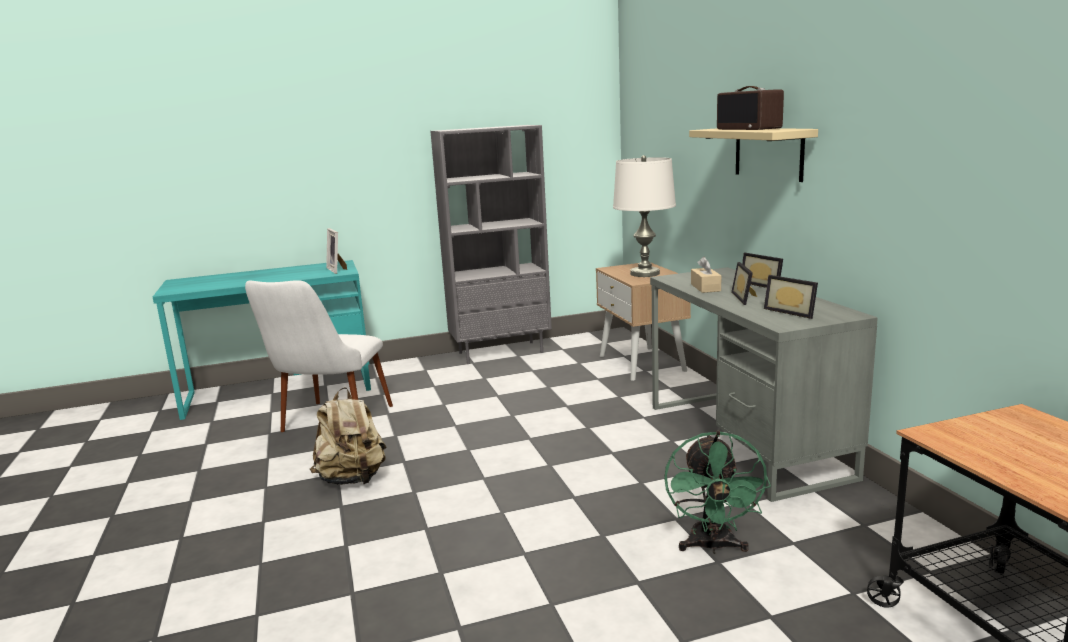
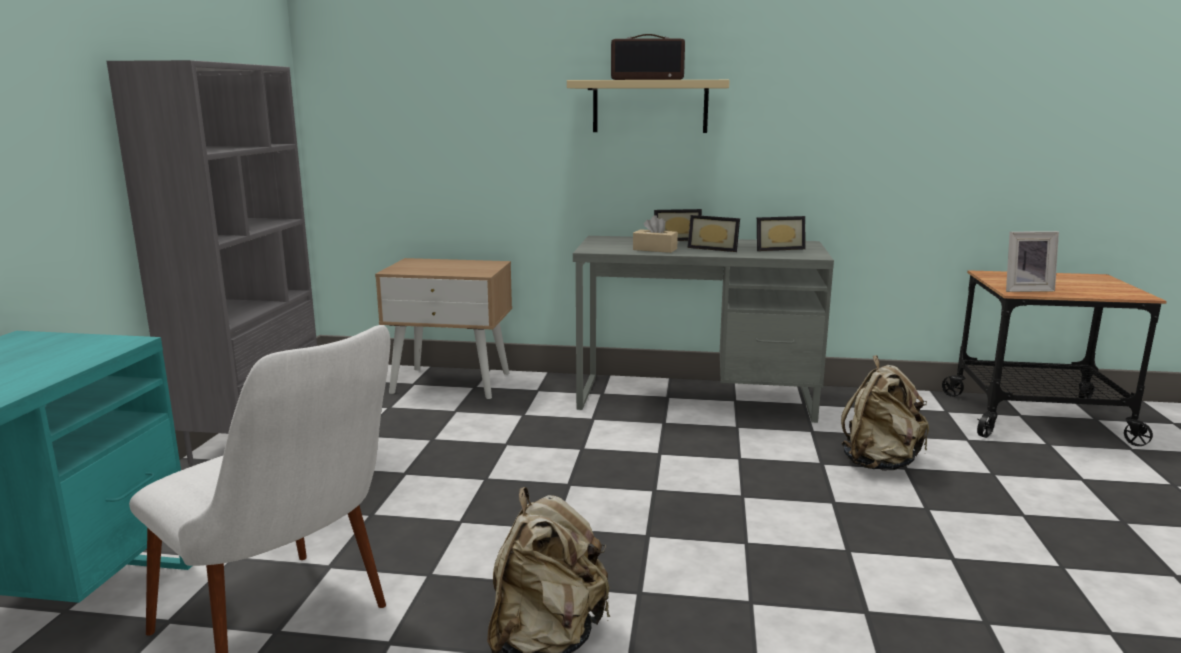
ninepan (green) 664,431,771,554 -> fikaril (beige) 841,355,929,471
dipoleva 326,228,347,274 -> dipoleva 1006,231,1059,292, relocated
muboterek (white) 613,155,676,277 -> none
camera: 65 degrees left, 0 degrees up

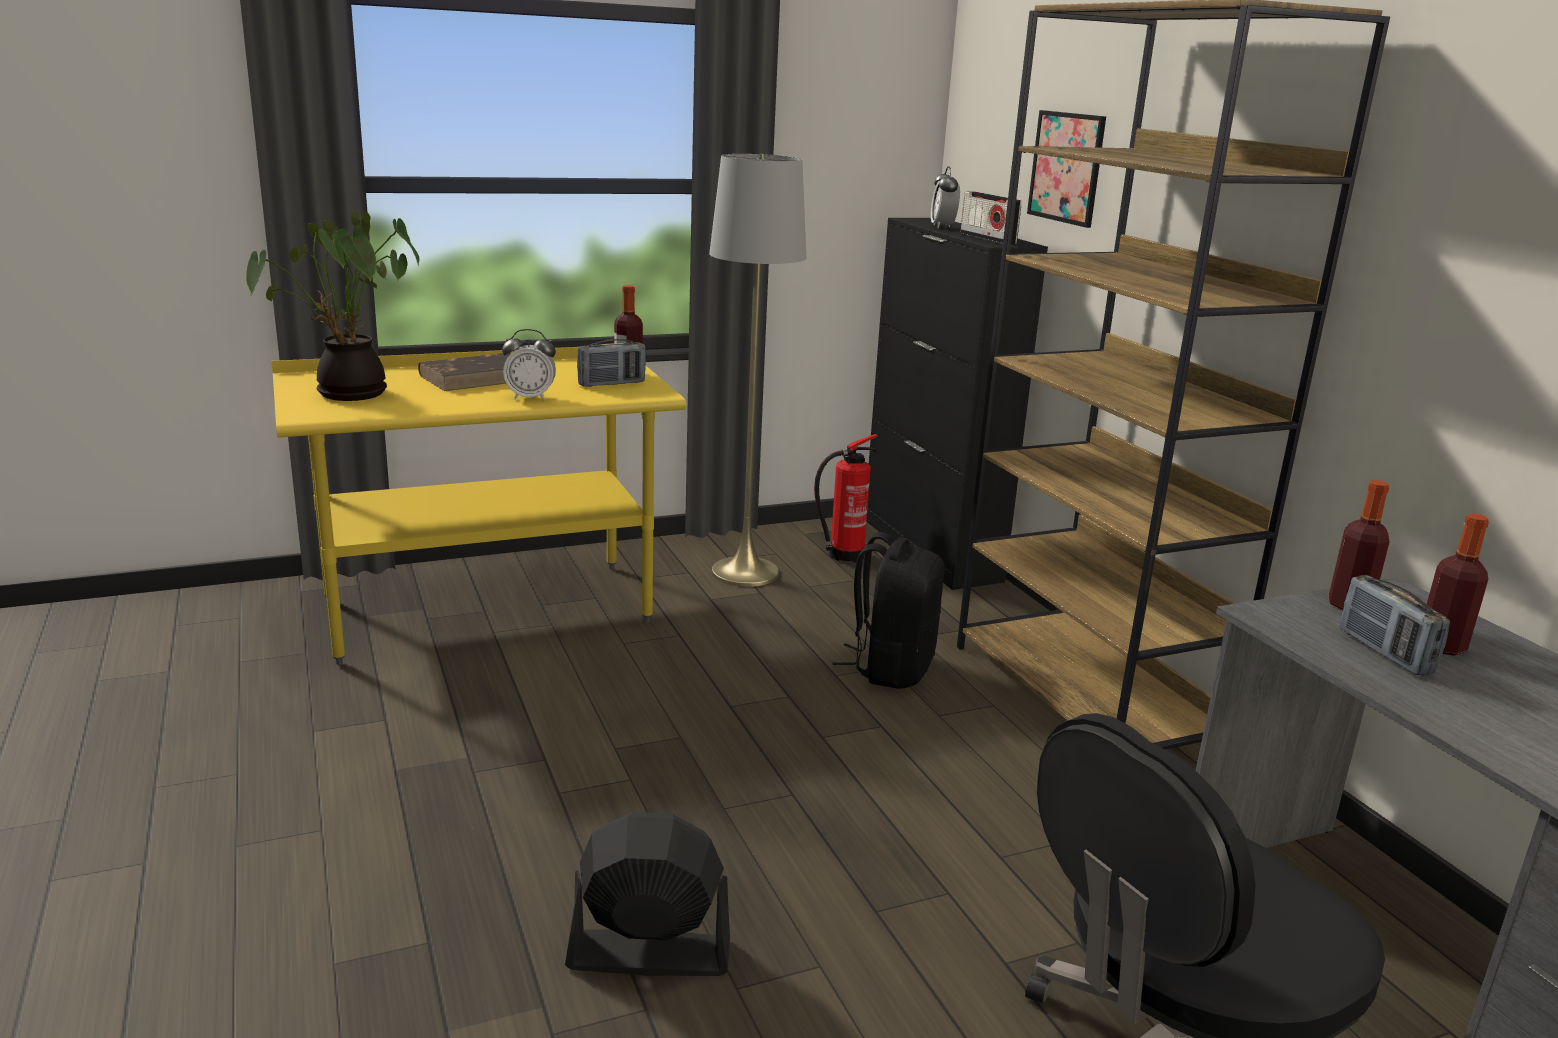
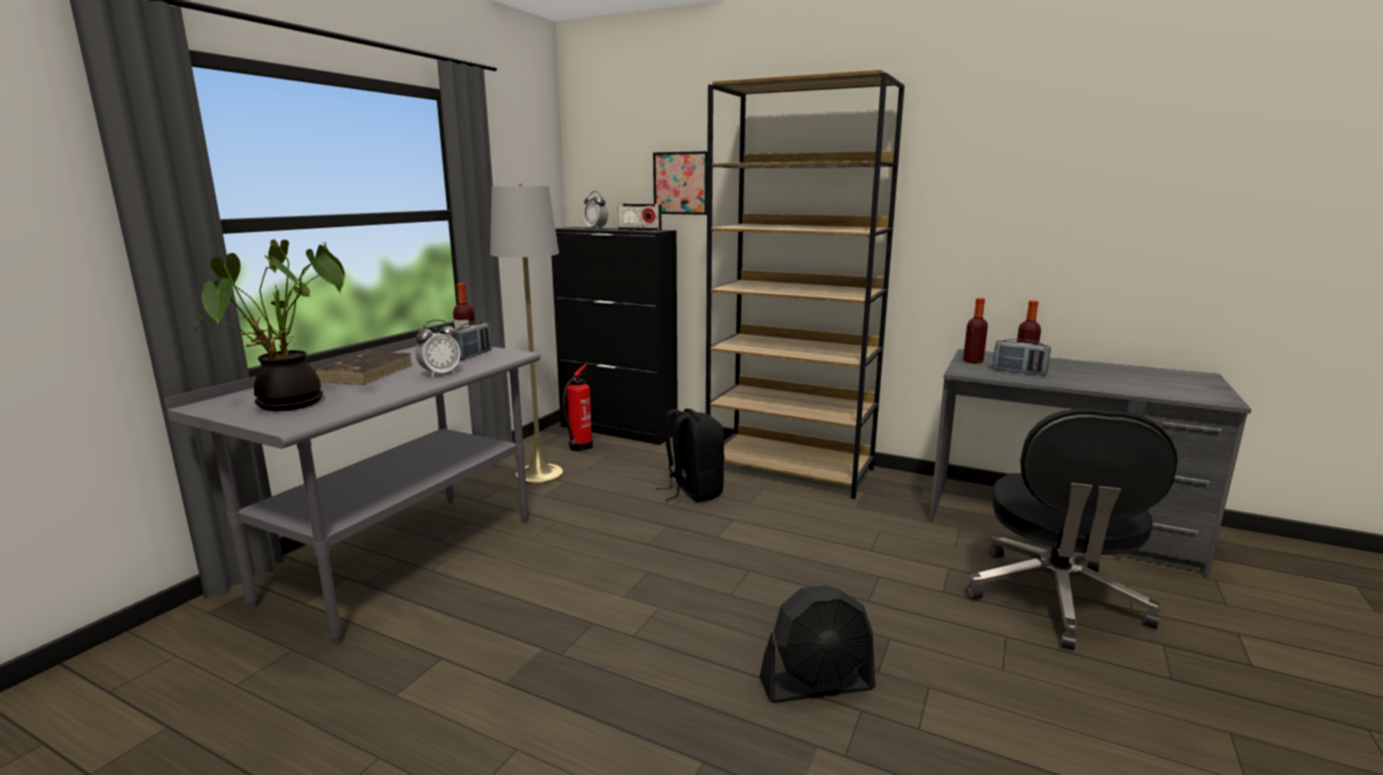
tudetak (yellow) 271,347,686,665 -> tudetak (grey) 164,332,540,644
ninepan (black) 565,812,730,976 -> ninepan (black) 759,585,876,703, 150 degrees counterclockwise
camera: 40 degrees left, 5 degrees down

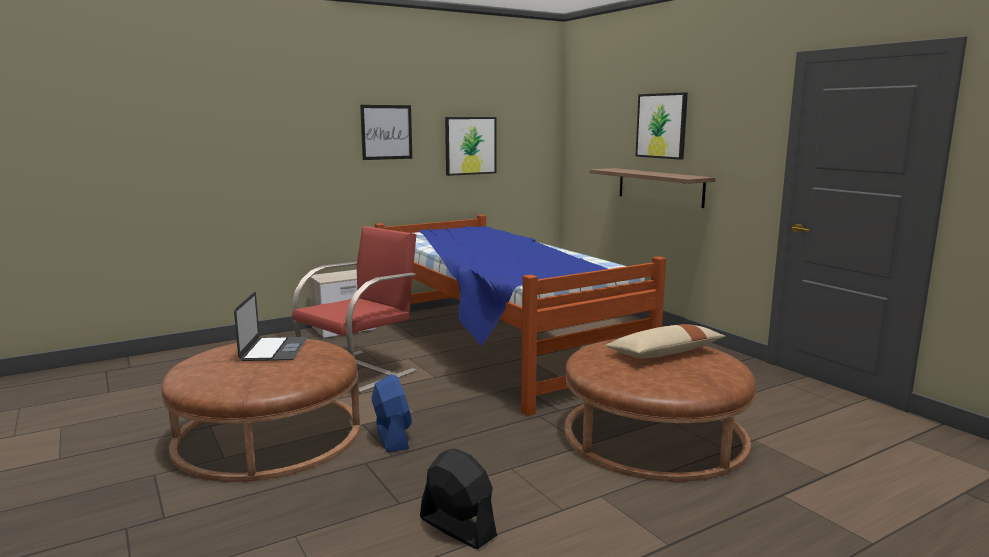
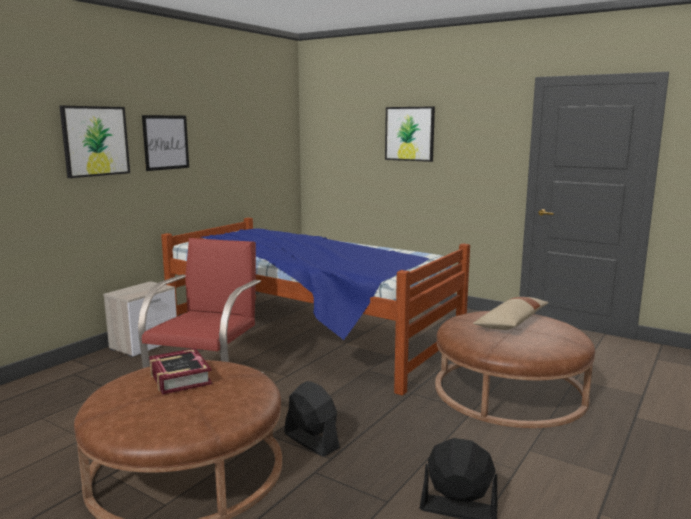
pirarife 445,117,497,176 -> pirarife 60,106,130,178, relocated
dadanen 234,292,308,361 -> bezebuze 149,348,212,395
ninepan (blue) 371,374,412,452 -> ninepan (black) 284,381,340,457
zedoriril 590,168,716,208 -> none
camera: 25 degrees left, 0 degrees up

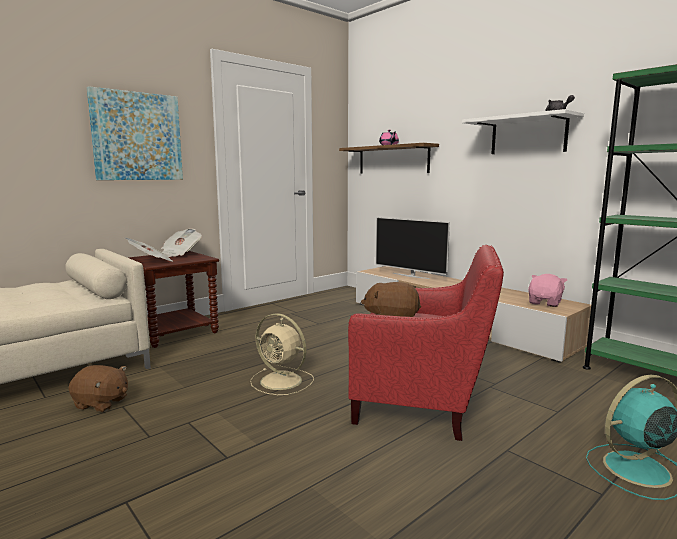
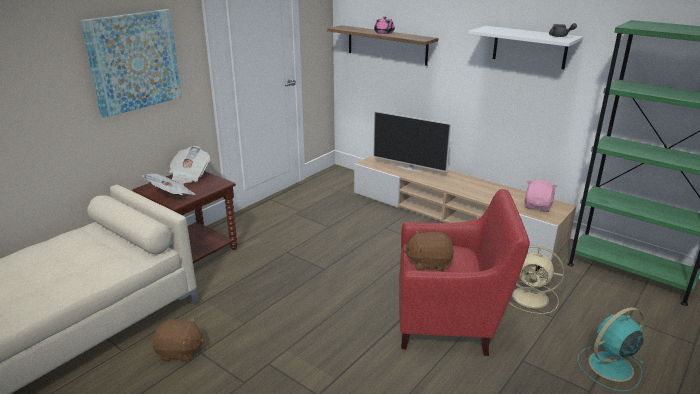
ninepan (beige) 250,313,314,395 -> ninepan (beige) 509,246,564,314, relocated
camera: 10 degrees left, 15 degrees up

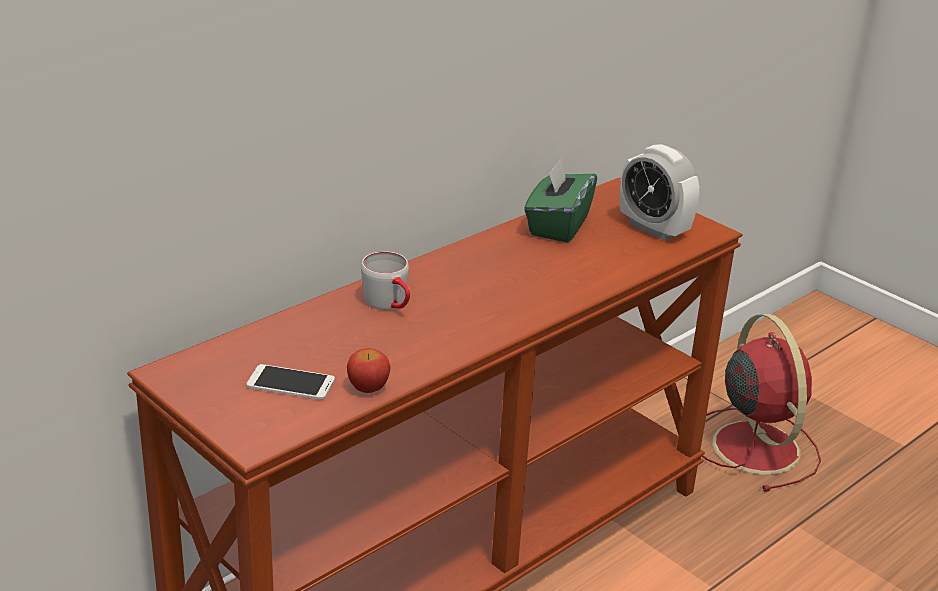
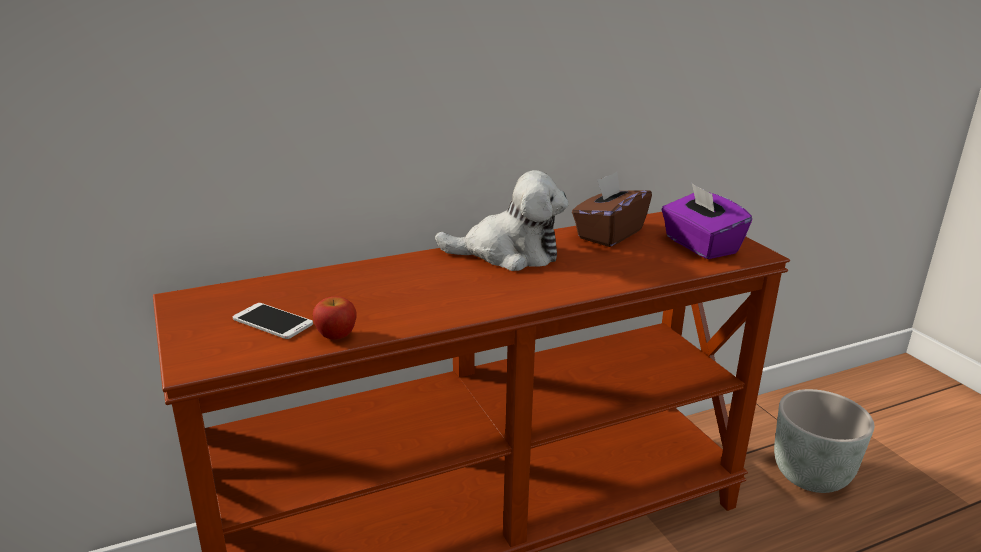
none -> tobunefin 435,170,569,271
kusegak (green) 524,158,597,243 -> kusegak (brown) 572,172,652,247
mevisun 620,144,699,241 -> kusegak (purple) 661,183,752,259
ninepan (red) 702,314,821,492 -> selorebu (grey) 774,389,874,493
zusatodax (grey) 361,252,410,310 -> none
camera: 20 degrees right, 5 degrees down

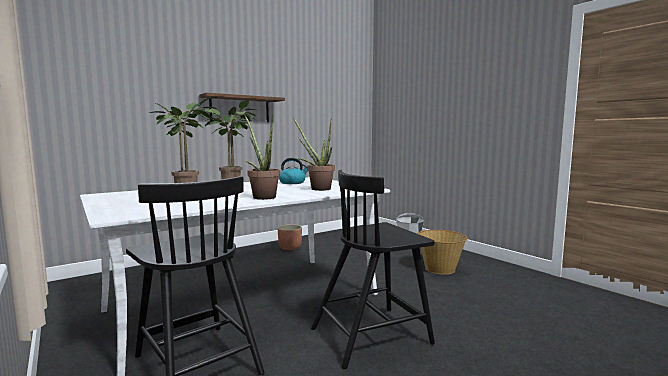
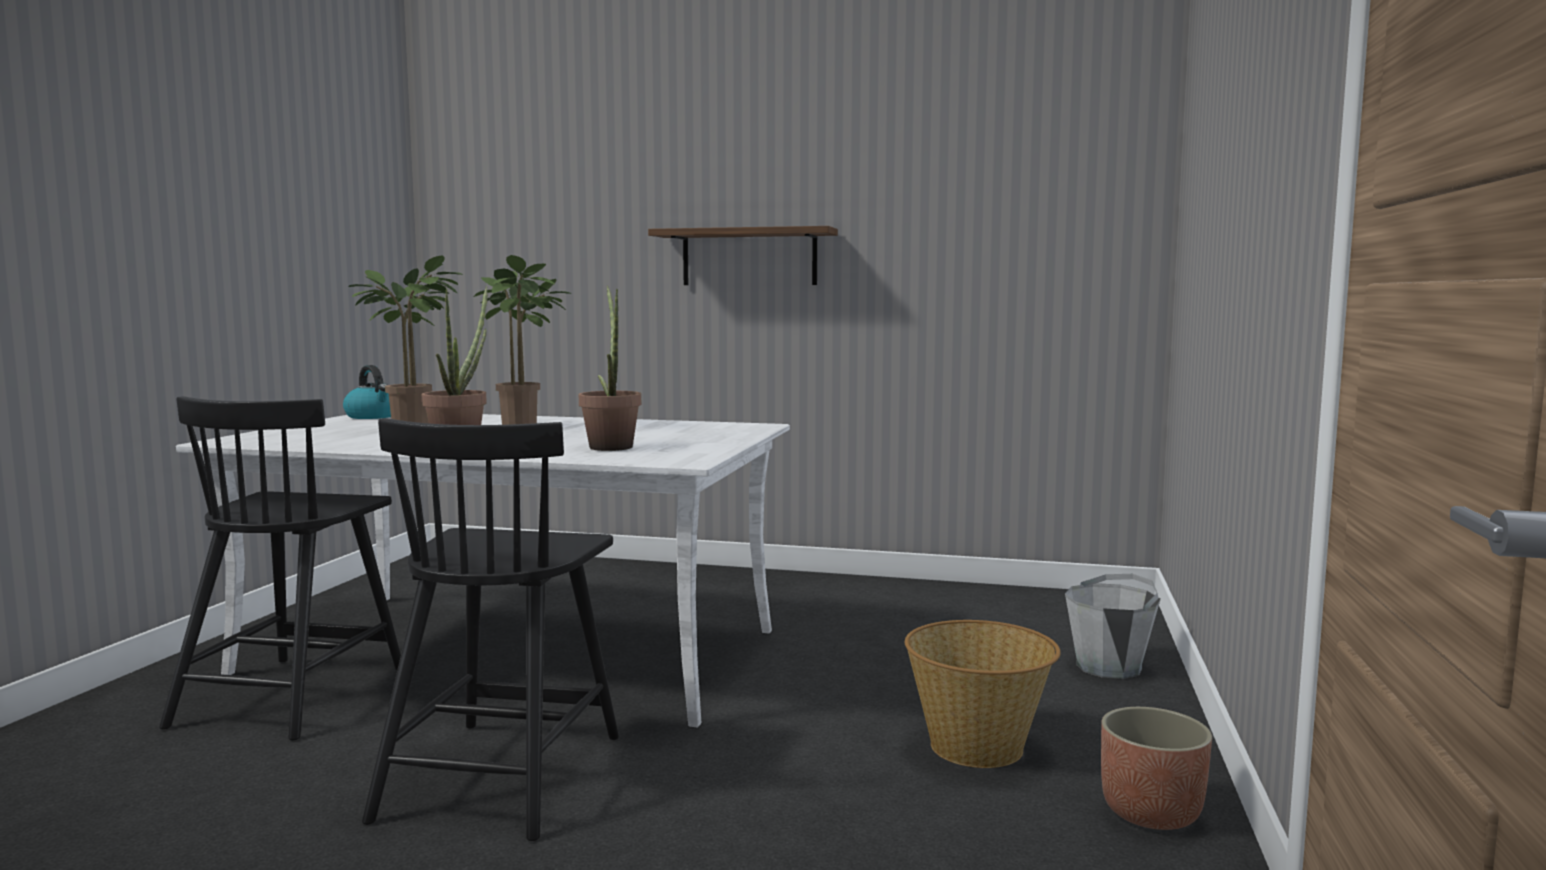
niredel 279,158,307,184 -> niredel 343,365,391,419, relocated
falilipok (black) 311,170,435,369 -> falilipok (black) 362,418,619,841, 105 degrees counterclockwise
selorebu 278,224,302,250 -> selorebu 1101,707,1212,830, relocated
camera: 50 degrees right, 0 degrees up

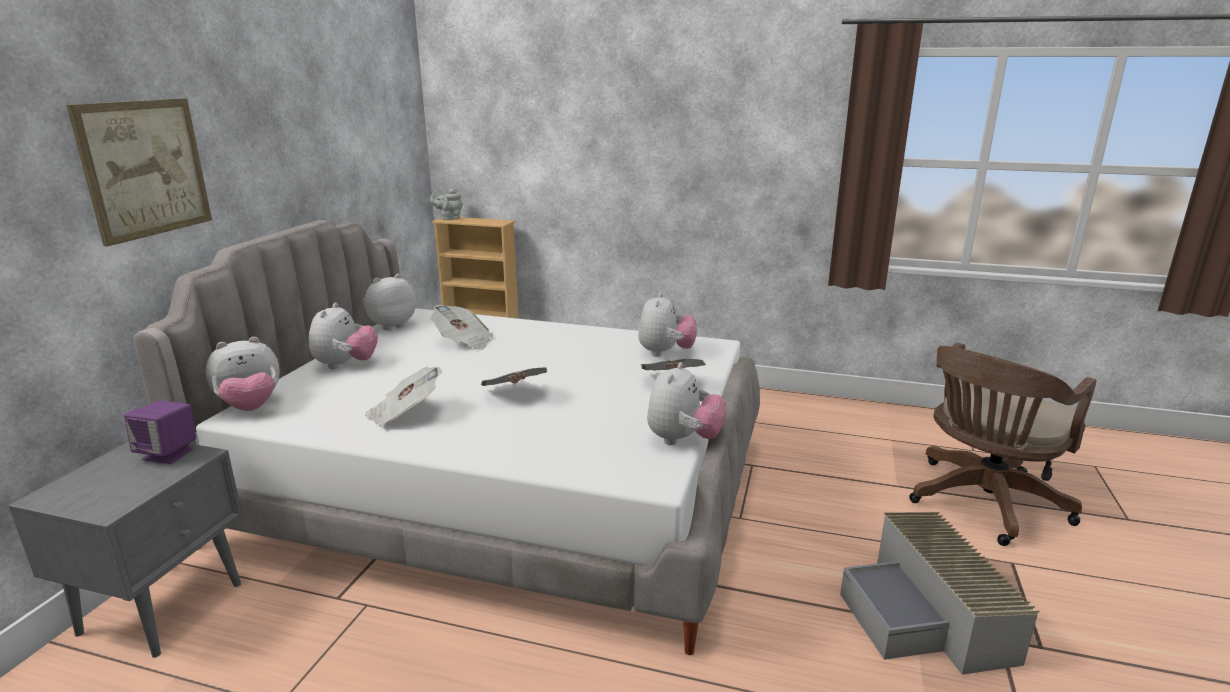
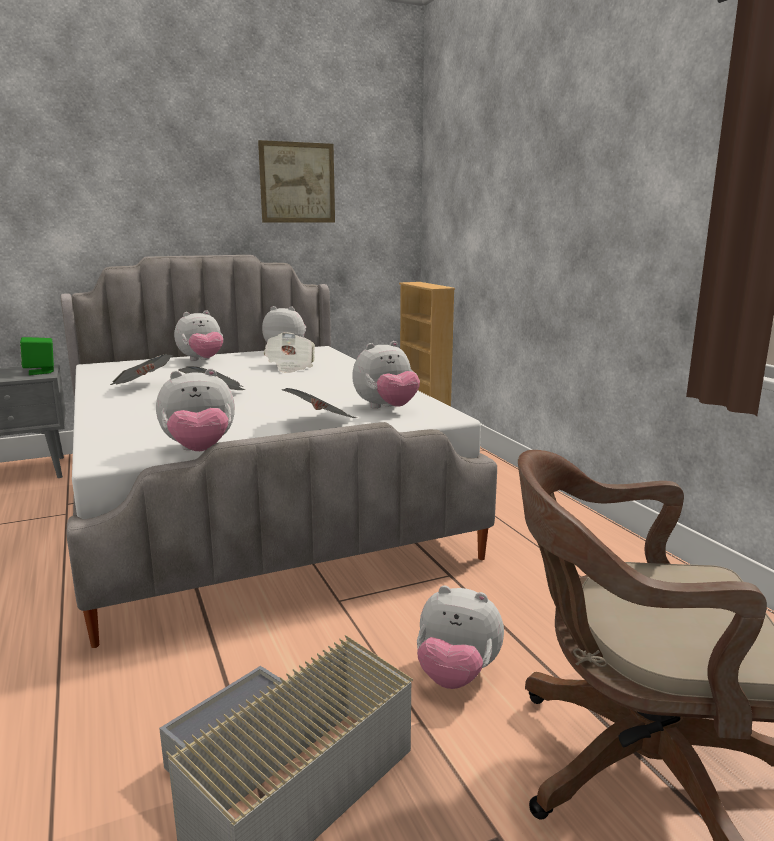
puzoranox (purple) 124,401,196,464 -> puzoranox (green) 20,337,54,375
pirarife 66,98,212,247 -> pirarife 258,140,335,223, relocated
tobunefin 206,337,280,411 -> tobunefin 417,585,504,689, relocated
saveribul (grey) 430,189,463,220 -> none
camera: 50 degrees right, 5 degrees down

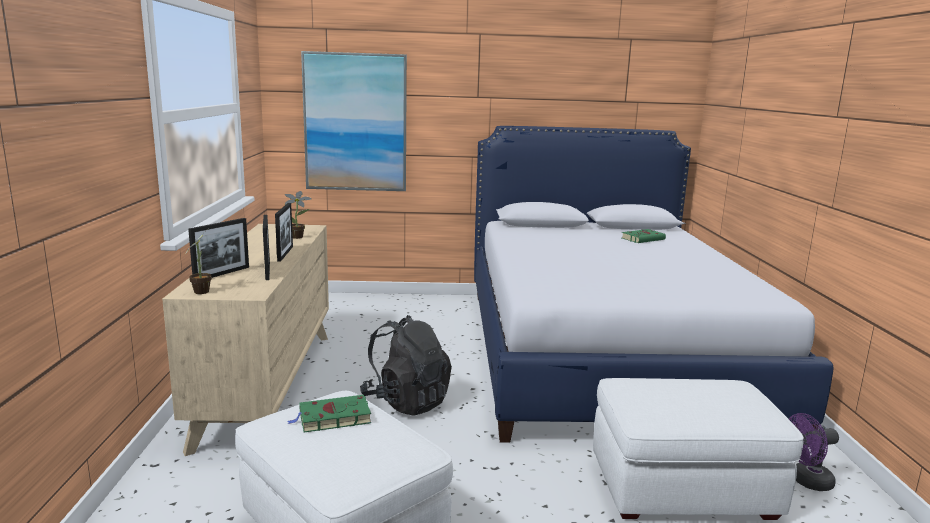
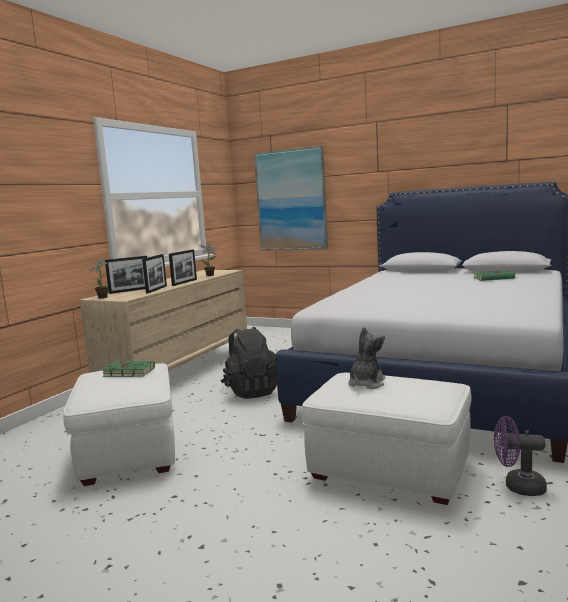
none -> tobunefin 348,327,385,389
camera: 30 degrees right, 5 degrees down

